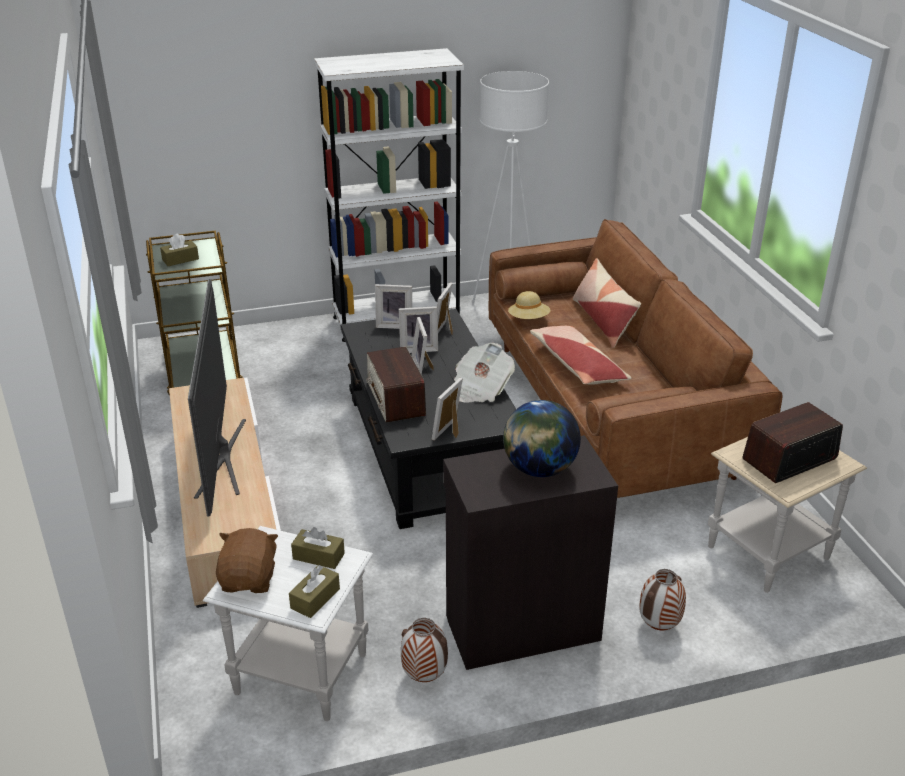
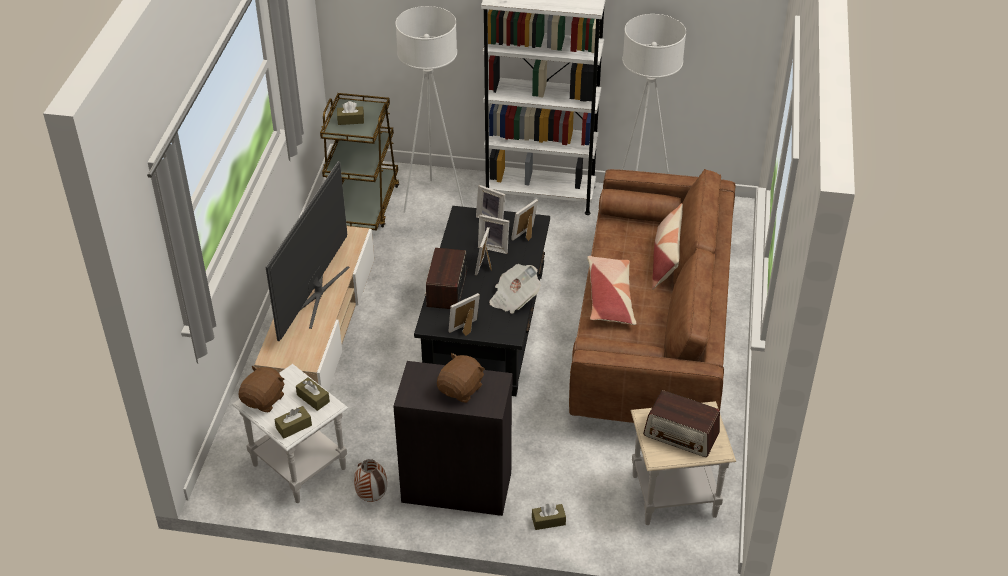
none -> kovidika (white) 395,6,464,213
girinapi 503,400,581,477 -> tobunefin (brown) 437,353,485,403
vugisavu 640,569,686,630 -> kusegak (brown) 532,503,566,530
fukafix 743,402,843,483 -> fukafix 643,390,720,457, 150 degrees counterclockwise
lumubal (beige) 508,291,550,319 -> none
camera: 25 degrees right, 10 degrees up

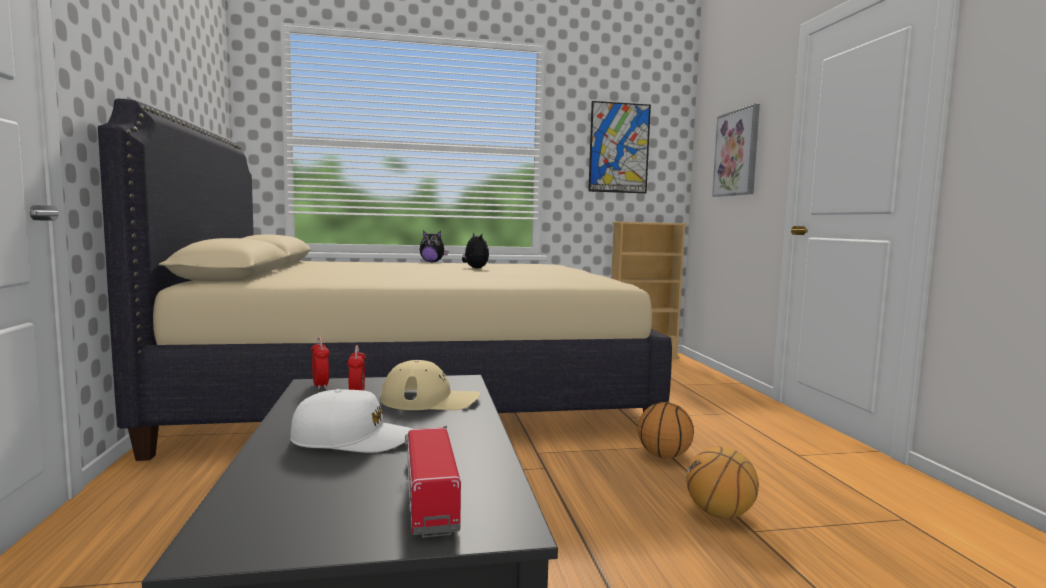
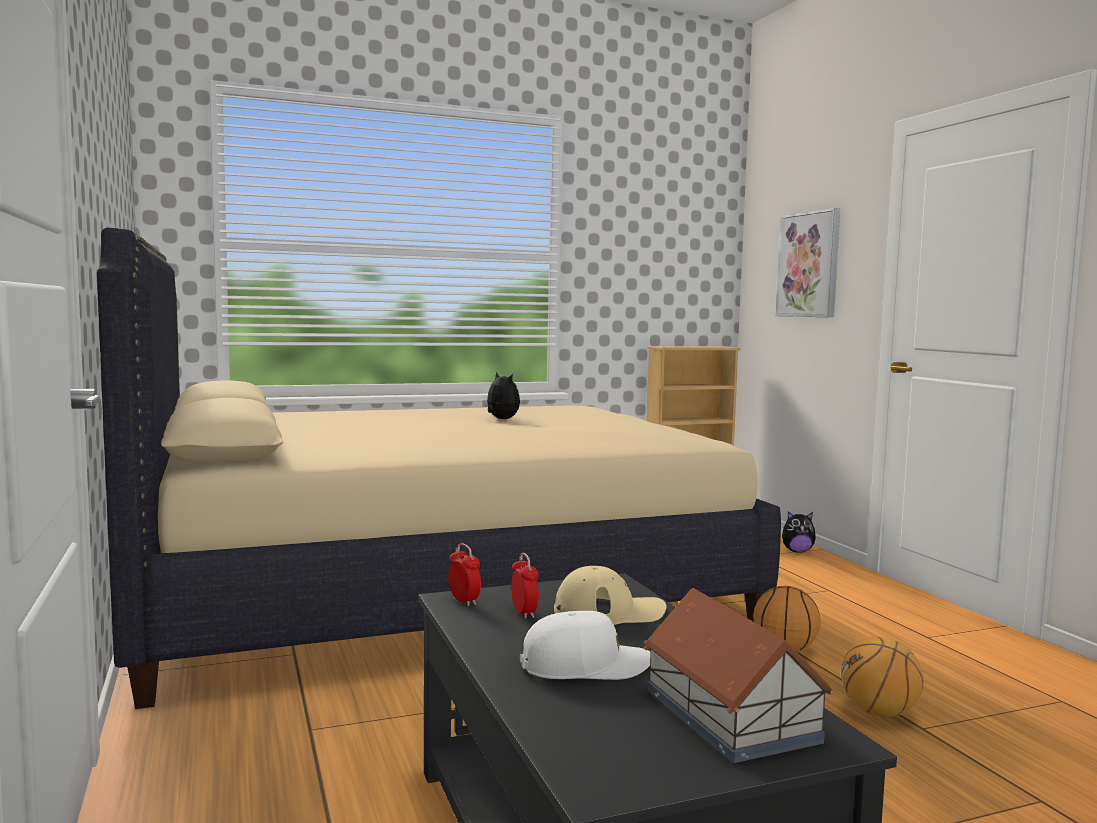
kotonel 405,426,461,538 -> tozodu 644,588,834,763
tobunefin 420,231,448,262 -> tobunefin 782,511,816,553, relocated
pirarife 588,101,651,193 -> none
camera: 10 degrees left, 0 degrees up

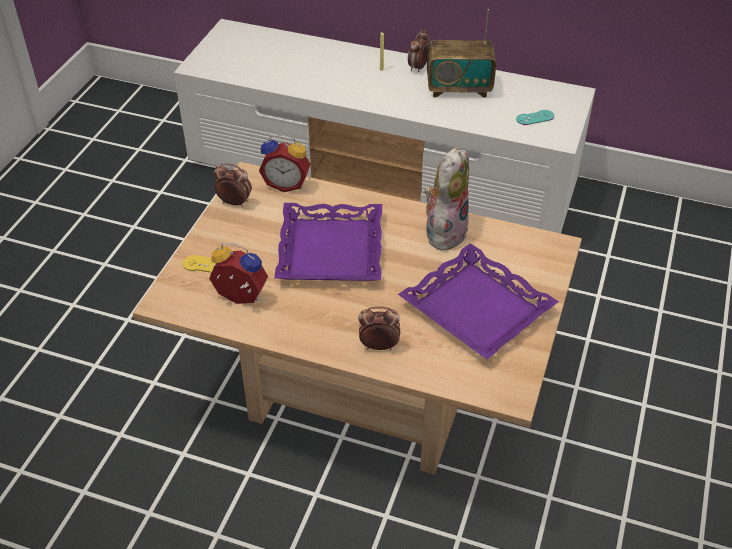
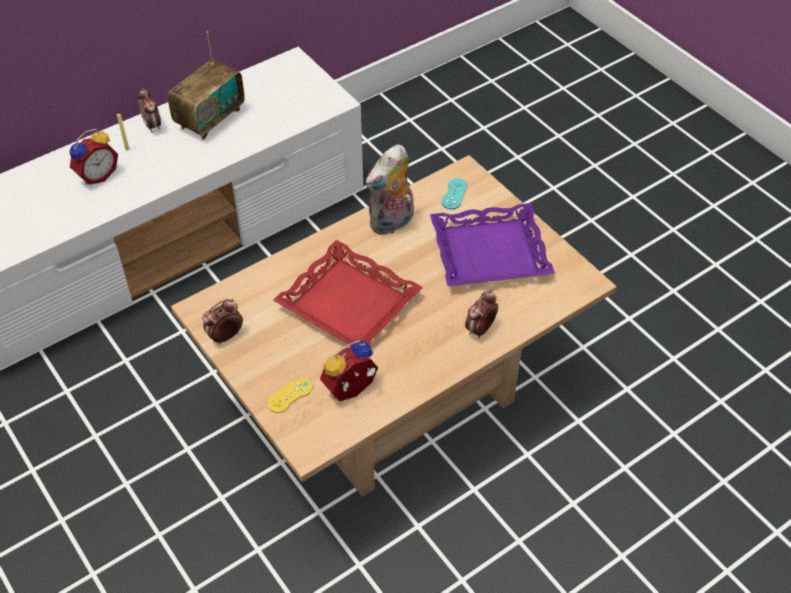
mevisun 259,134,310,192 -> mevisun 70,128,118,185, relocated
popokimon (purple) 275,203,382,281 -> popokimon (red) 273,240,423,346
tobunefin 424,148,469,251 -> tobunefin 366,144,414,235, 105 degrees counterclockwise
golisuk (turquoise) 516,110,554,125 -> golisuk (turquoise) 441,178,467,209, relocated
camera: 55 degrees left, 5 degrees up

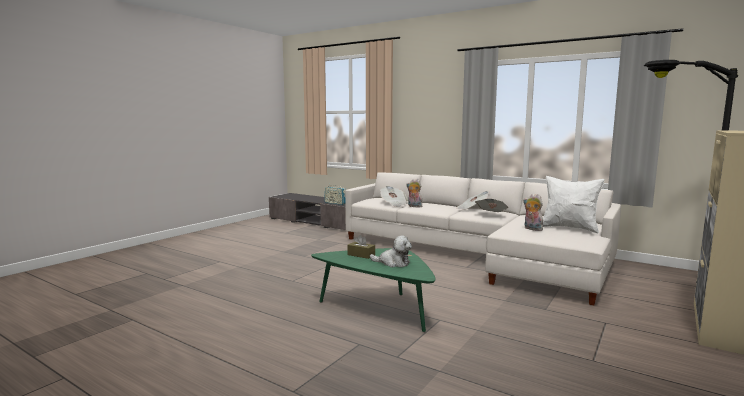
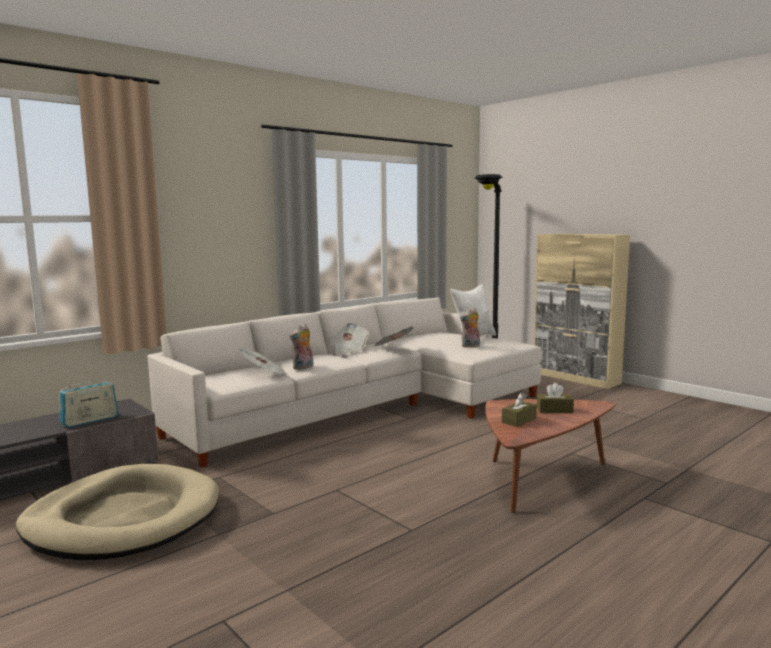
none -> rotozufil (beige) 16,464,219,560
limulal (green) 311,248,436,332 -> limulal (brown) 485,399,616,513
tobunefin 370,235,412,267 -> kusegak (brown) 537,383,574,413
camera: 75 degrees left, 0 degrees up

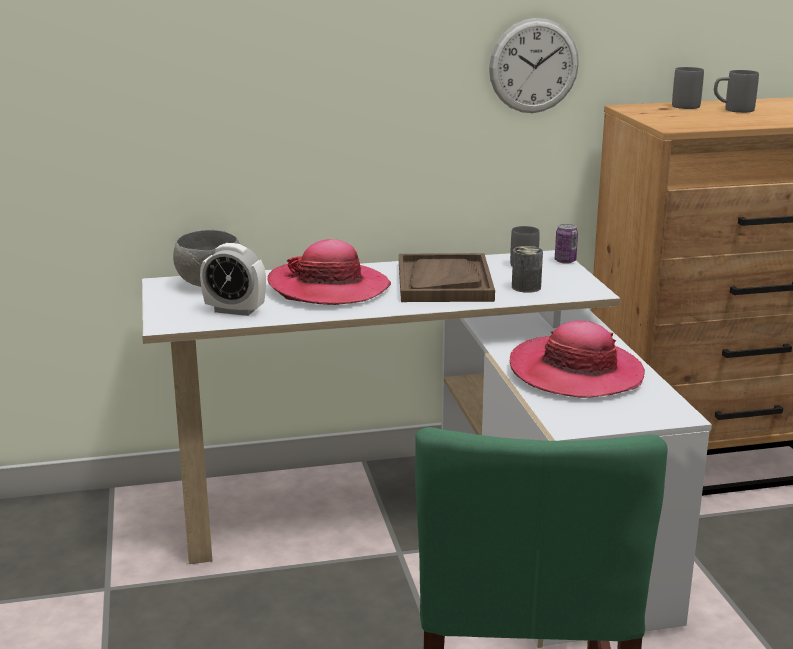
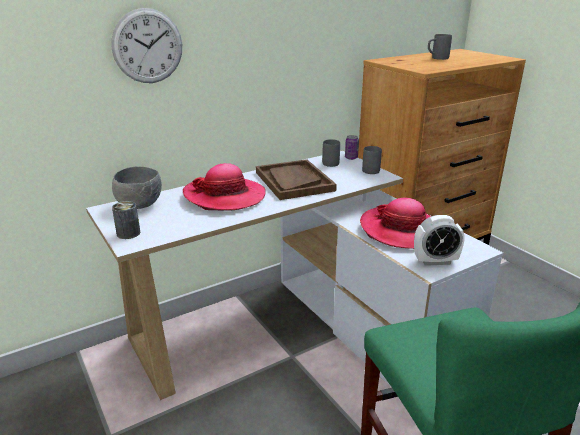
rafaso 489,18,579,113 -> rafaso 111,8,182,83, relocated
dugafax 512,246,543,293 -> dugafax 112,201,140,239, relocated
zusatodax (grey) 672,67,704,109 -> zusatodax (grey) 362,146,382,174, relocated
mevisun 200,243,266,316 -> mevisun 414,215,465,266, relocated
camera: 20 degrees left, 5 degrees up

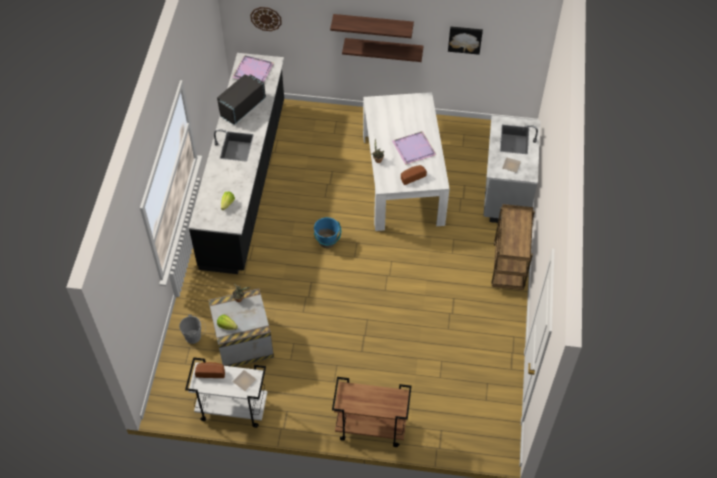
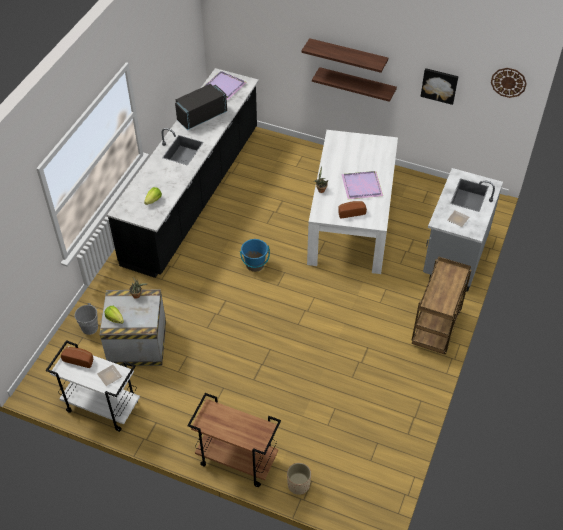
none -> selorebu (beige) 287,463,311,495
rafaso 250,7,282,31 -> rafaso 491,68,527,98, relocated
camera: 15 degrees right, 5 degrees down

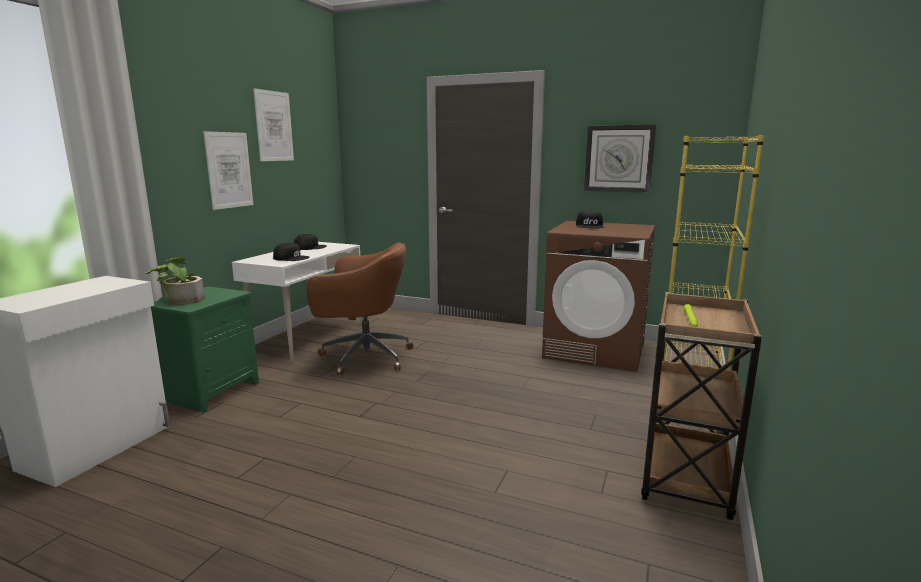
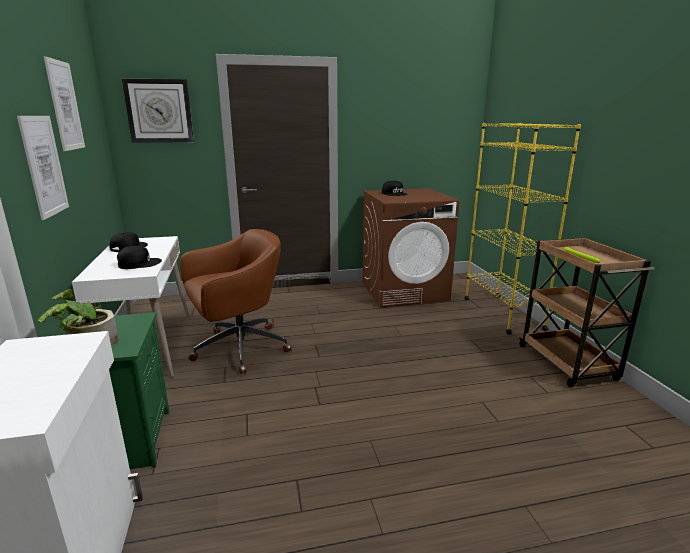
rafaso 584,125,656,193 -> rafaso 122,78,194,143, relocated
camera: 35 degrees left, 5 degrees up

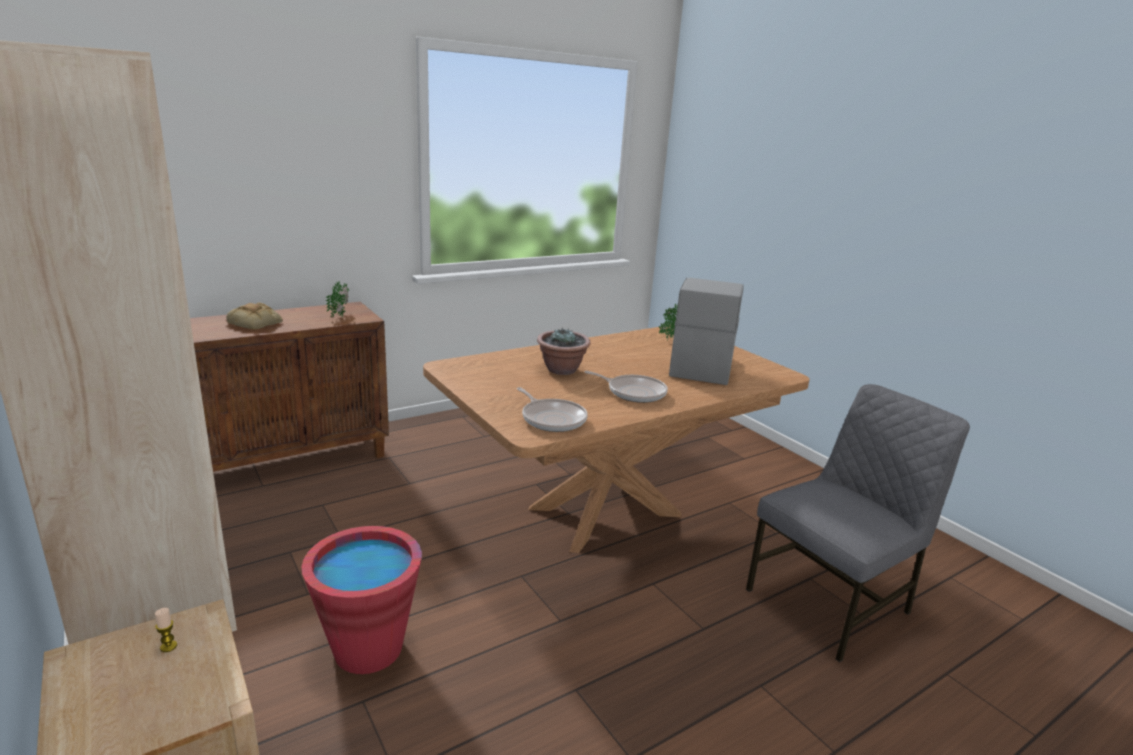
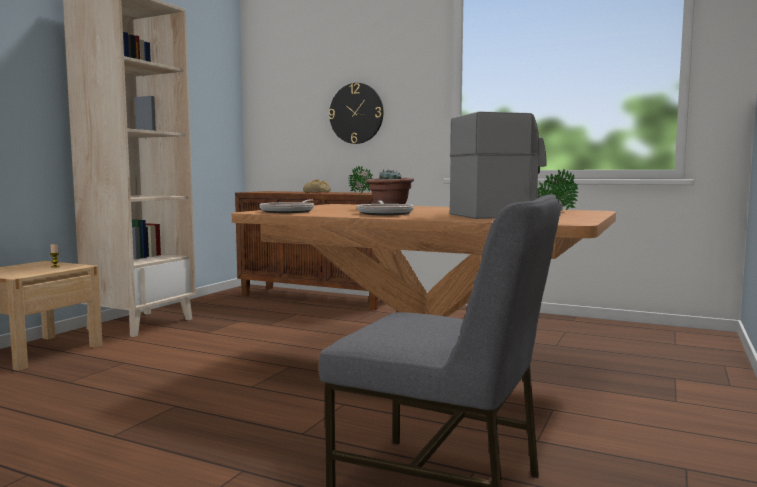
none -> rafaso 329,83,383,144
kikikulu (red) 302,526,422,674 -> none
camera: 60 degrees right, 15 degrees down

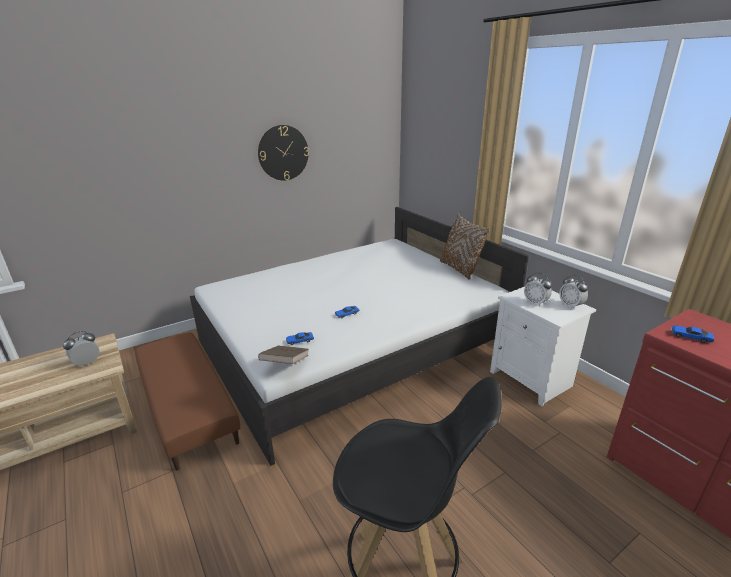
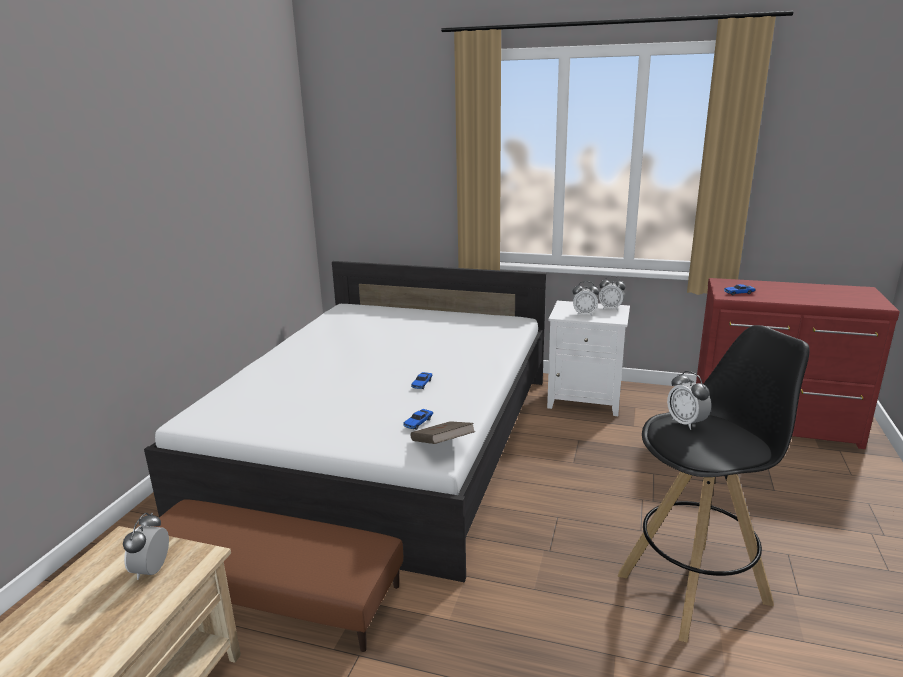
none -> mevisun 667,371,711,430
rafaso 258,125,309,181 -> none
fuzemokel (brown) 440,214,490,280 -> none
camera: 40 degrees left, 5 degrees down

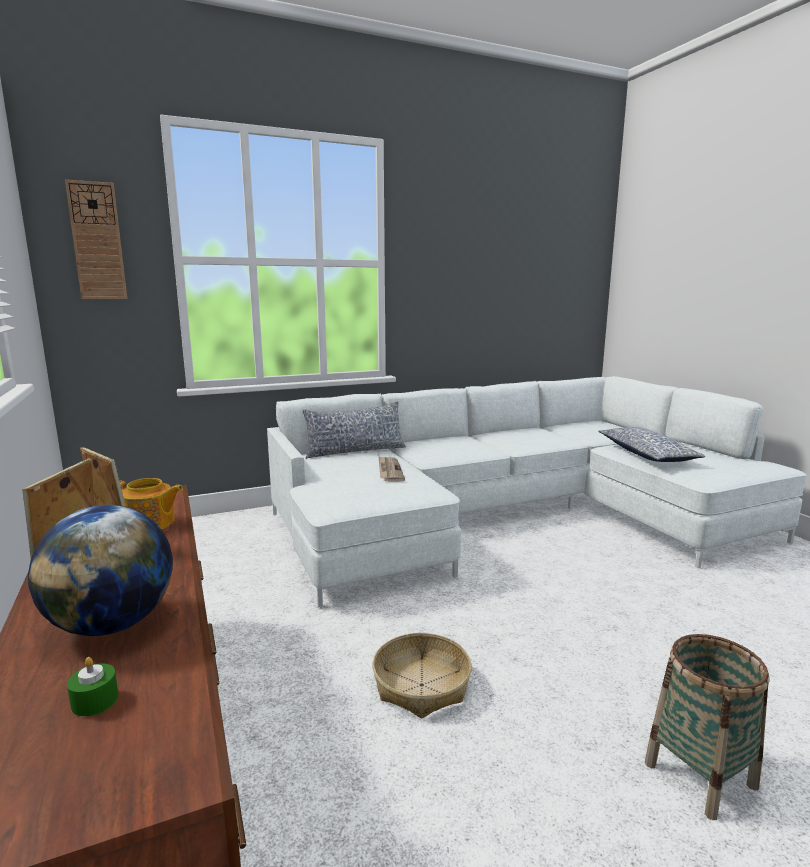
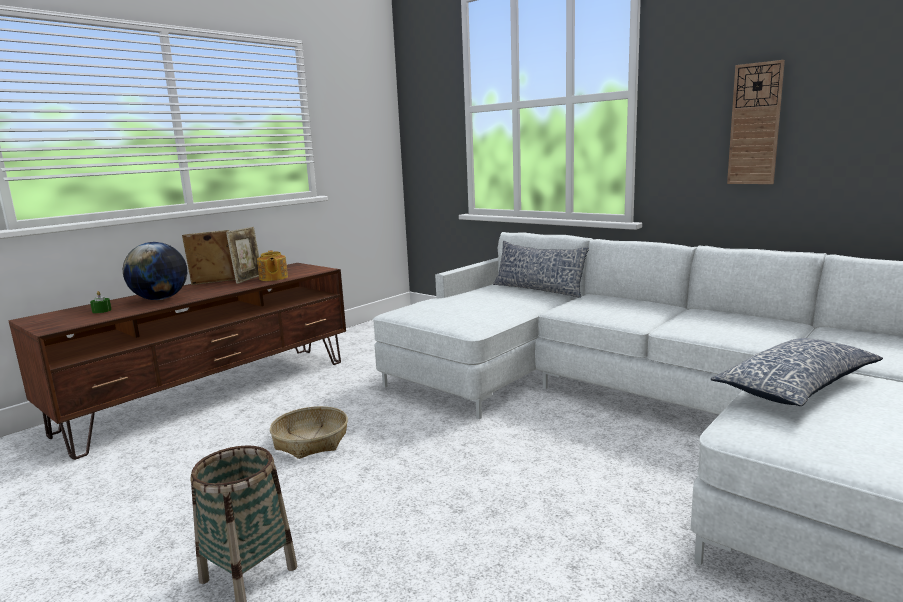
rafaso 65,180,127,299 -> rafaso 727,60,785,184, relocated
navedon 378,456,405,482 -> none
camera: 65 degrees right, 0 degrees up

